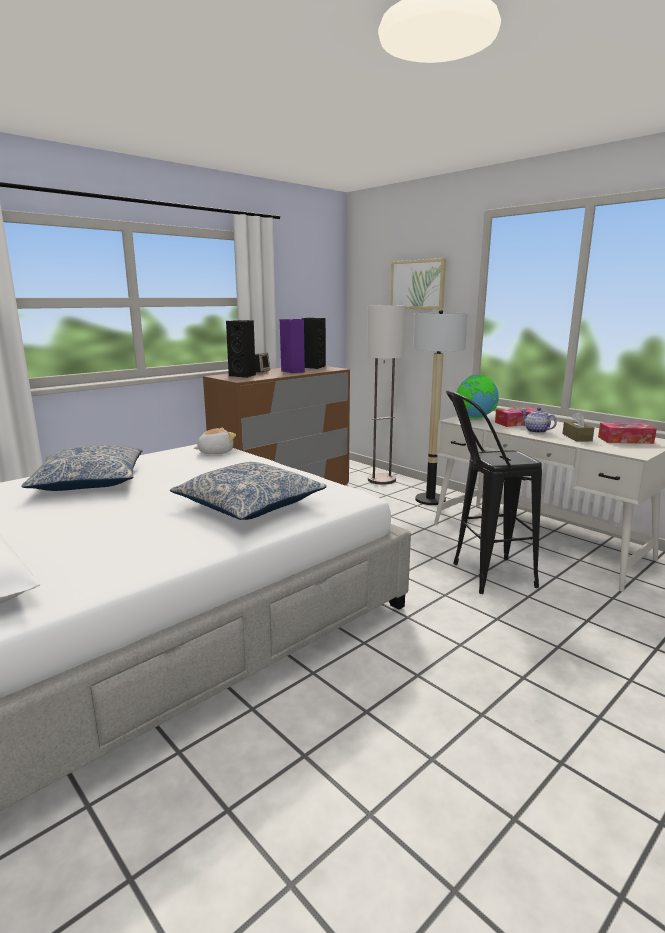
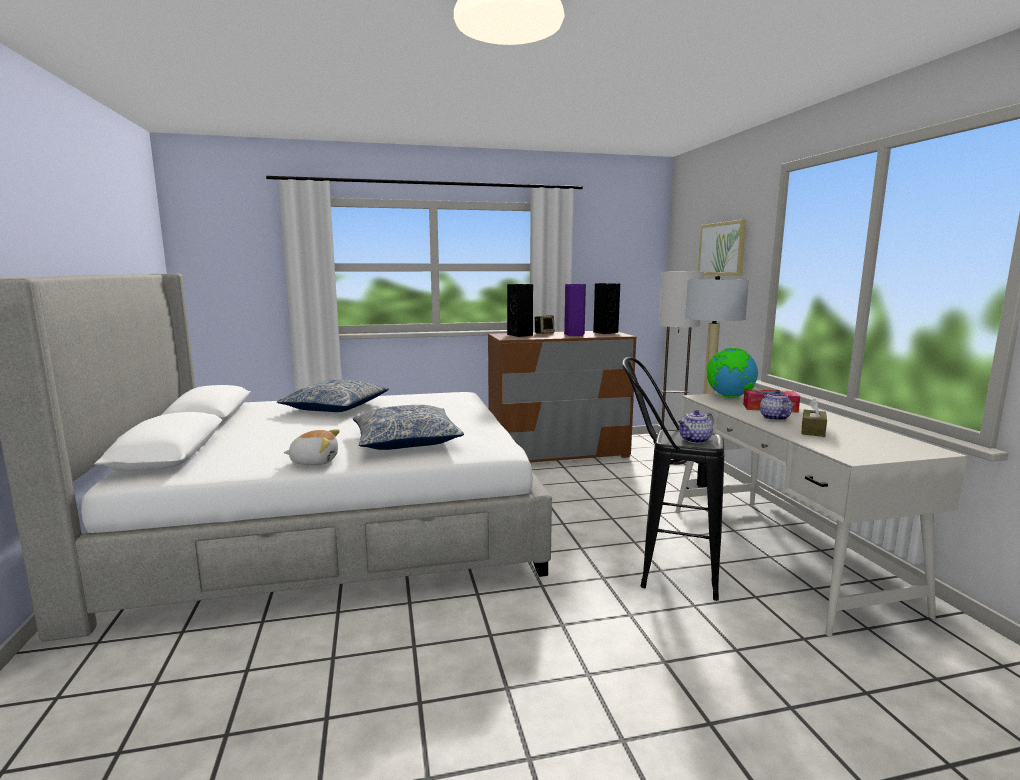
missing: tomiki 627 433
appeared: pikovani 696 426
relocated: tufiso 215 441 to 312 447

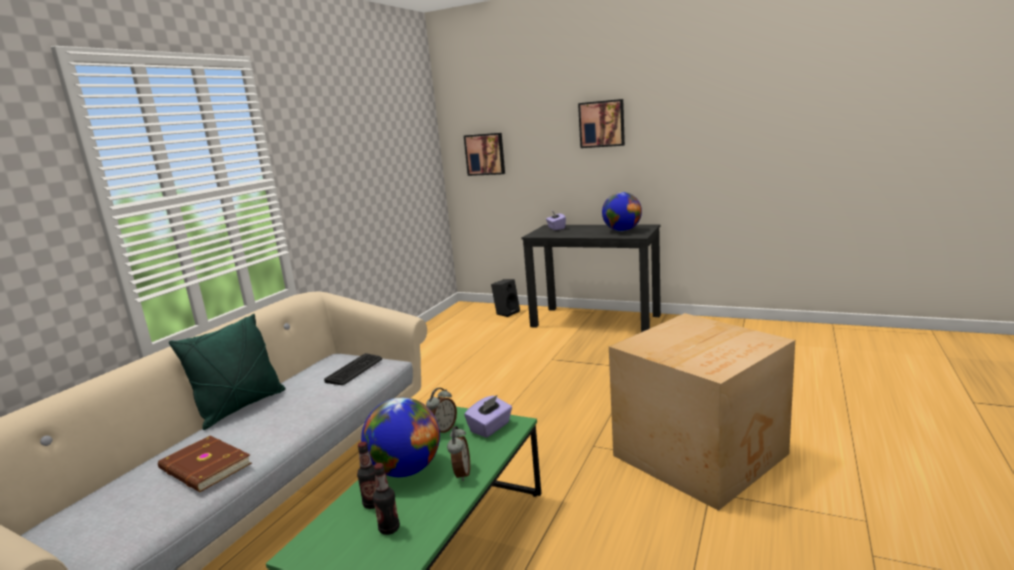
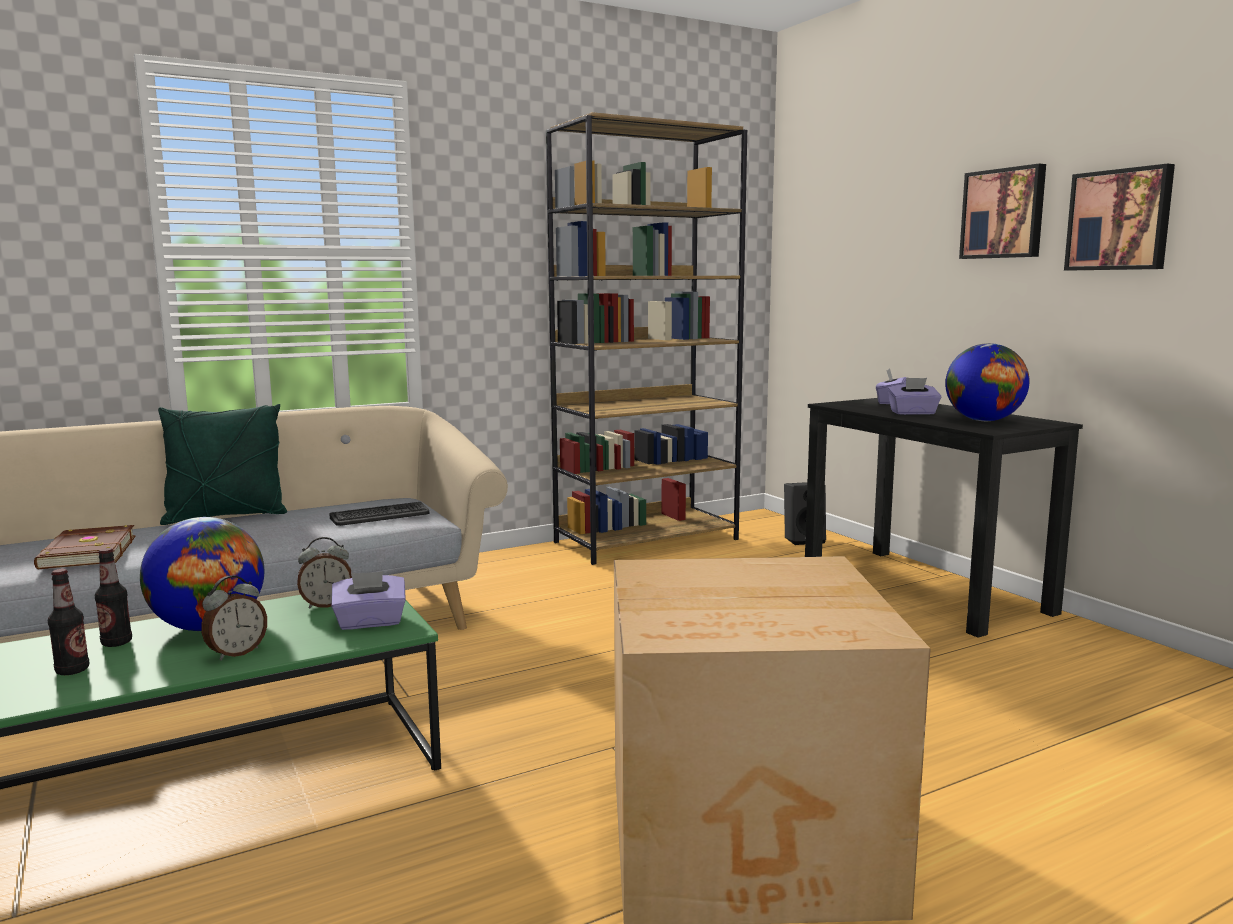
appeared: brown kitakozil 646 338; purple tomiki 914 396
relocated: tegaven 484 154 to 1119 217

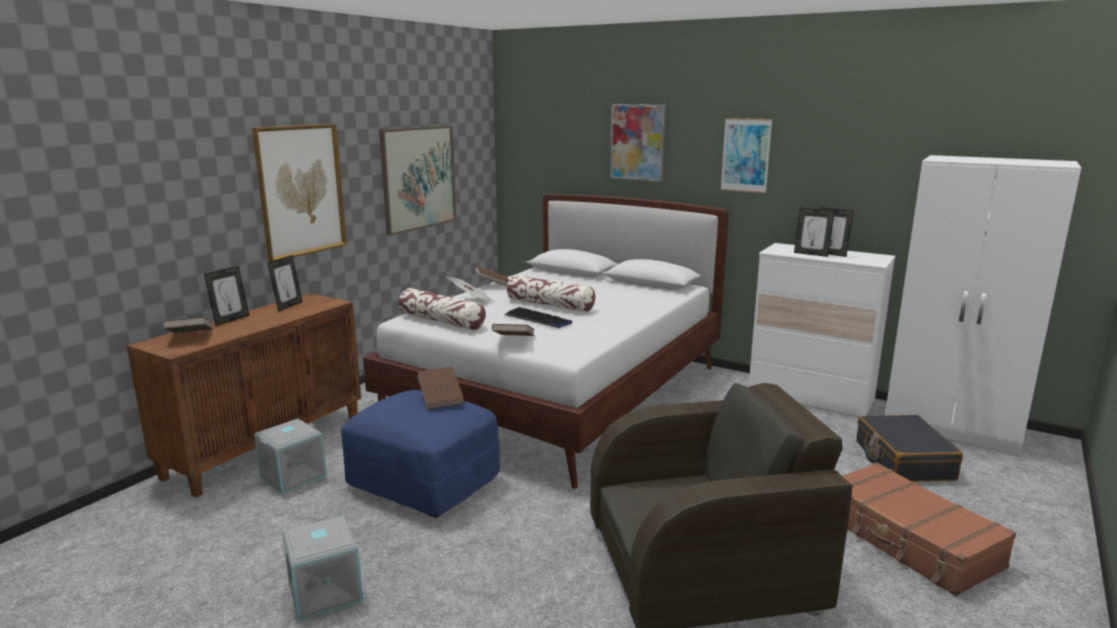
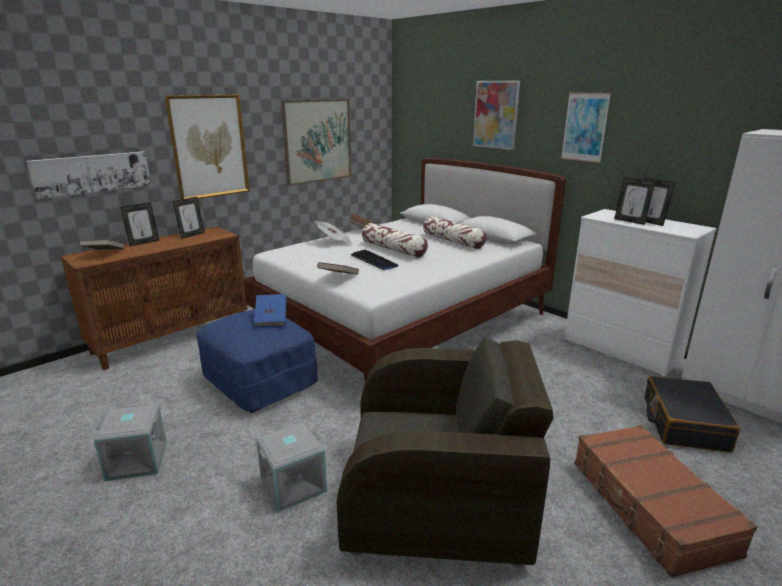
appeared: tegaven 88 175
relocated: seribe 442 309 to 455 232; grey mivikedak 290 456 to 291 467
colour: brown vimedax 441 388 to blue vimedax 270 310

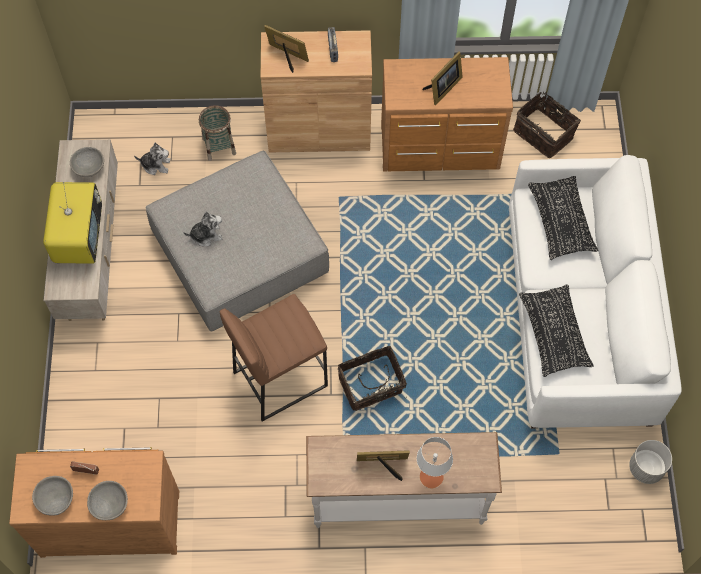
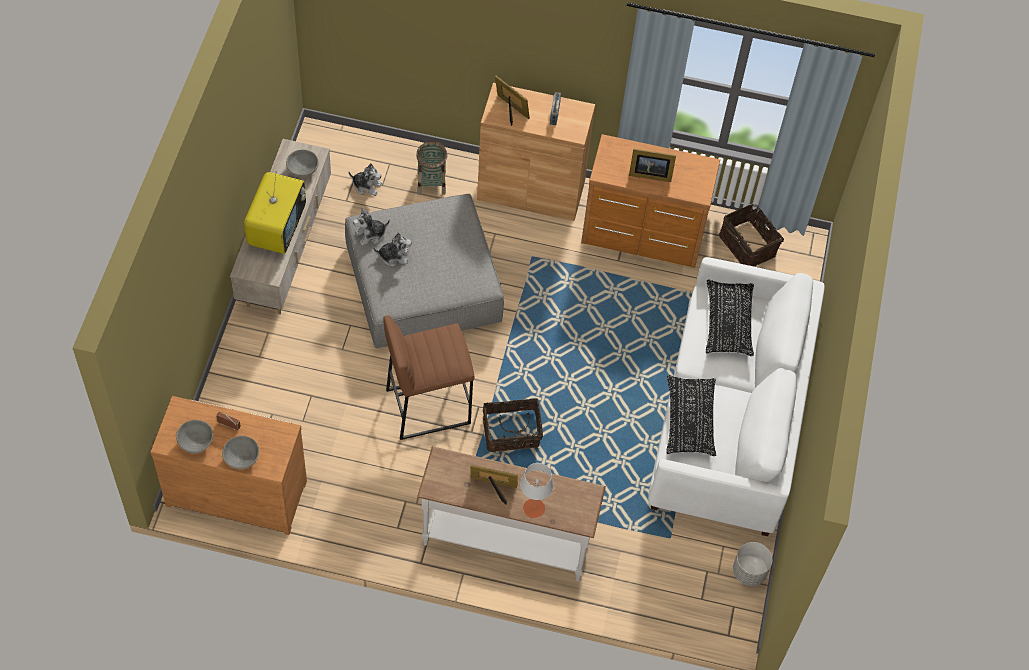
appeared: tufiso 371 226
spun: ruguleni 443 78 = 652 165 45 degrees clockwise

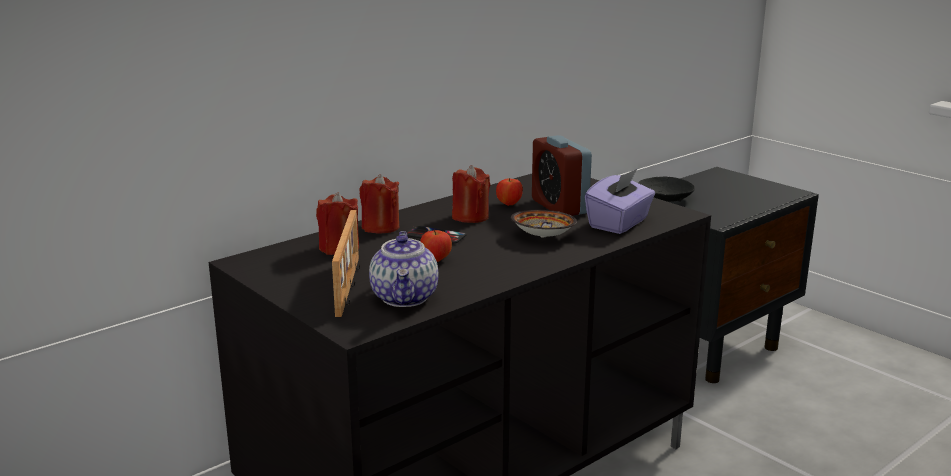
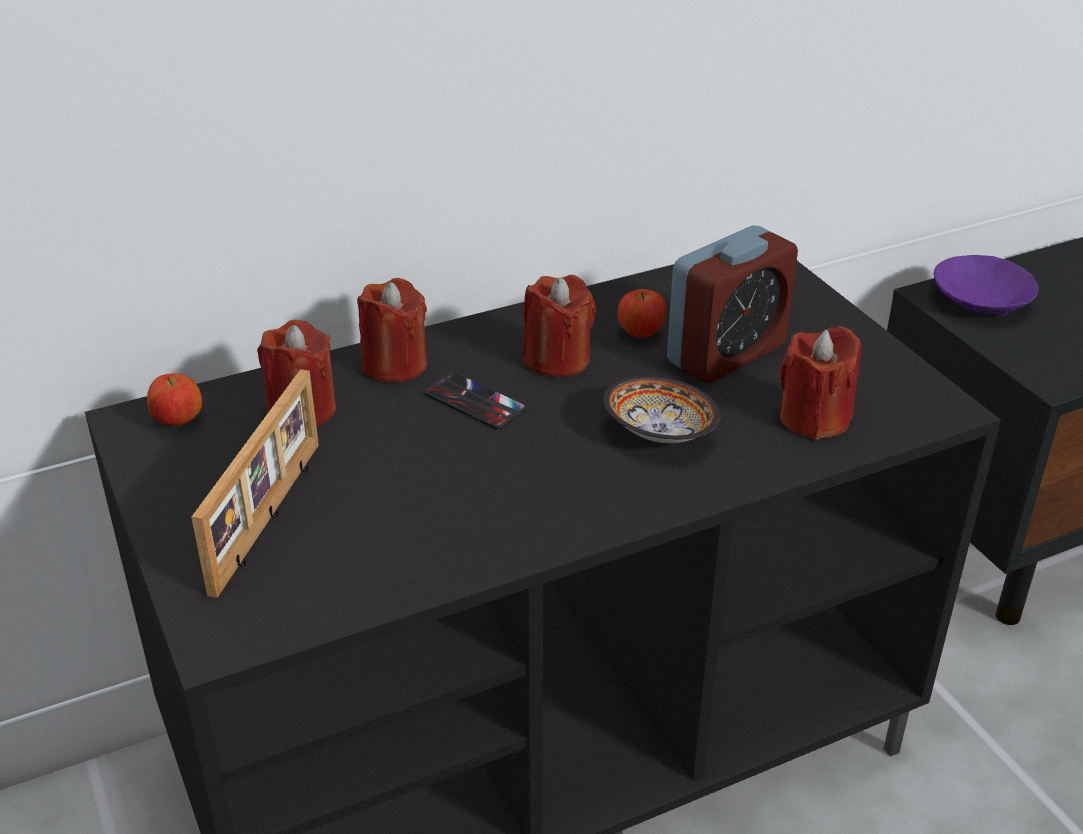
missing: pikovani 403 269
relocated: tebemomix 436 246 to 174 399
exchanged: purple tomiki 620 201 to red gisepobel 820 383
colour: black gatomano 666 189 to purple gatomano 986 285
spun: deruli 562 175 = 732 304 120 degrees counterclockwise

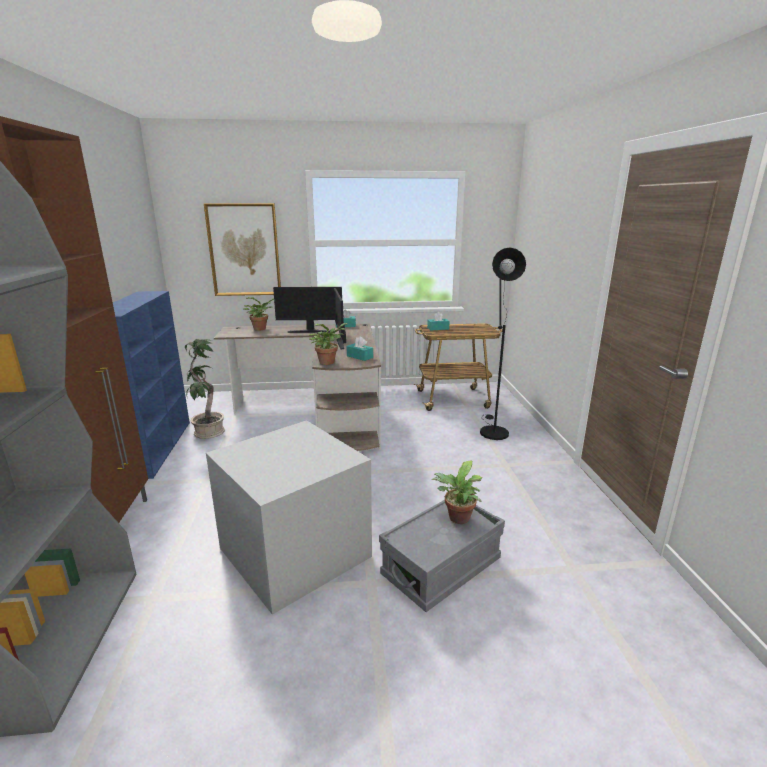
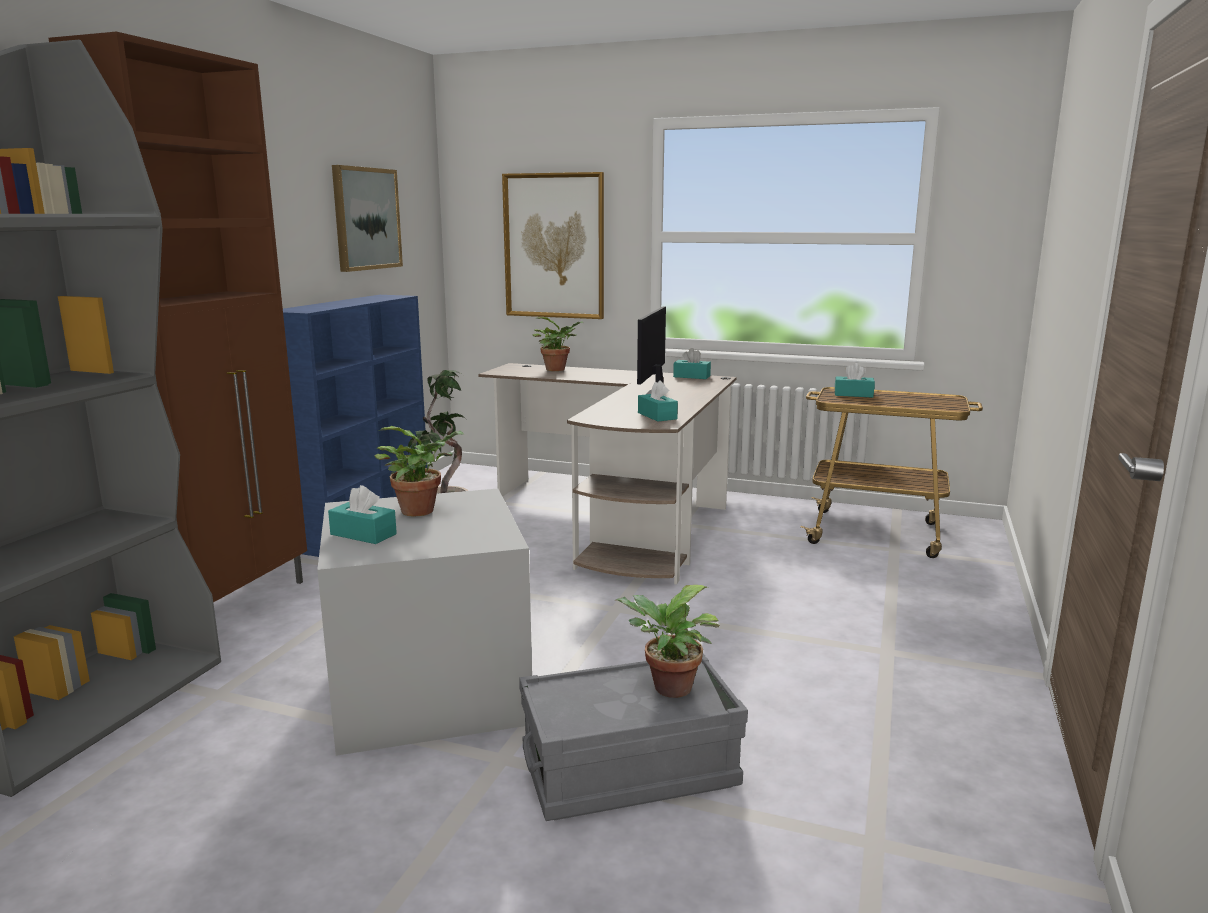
missing: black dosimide 503 343; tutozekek 307 310
appeared: tegaven 367 218; turquoise tomiki 362 514
relocated: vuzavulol 328 344 to 419 471

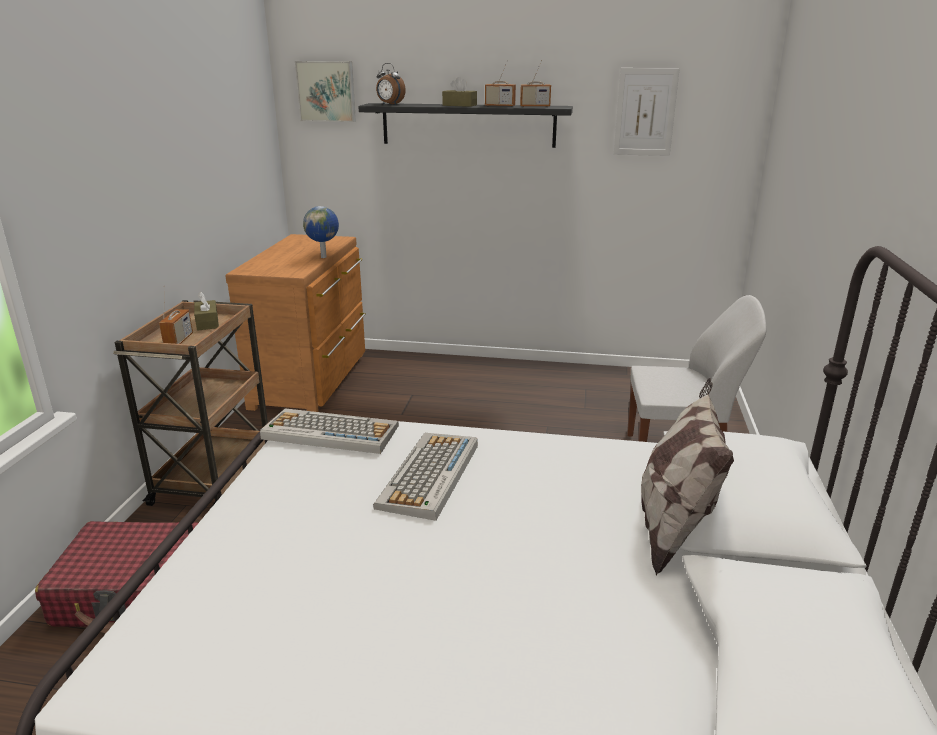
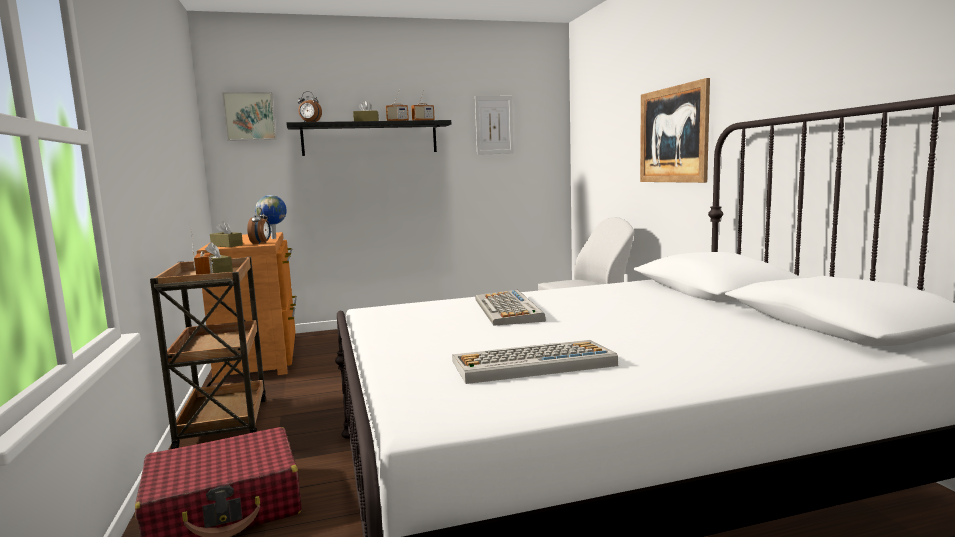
missing: seribe 687 477
appeared: tegaven 675 130; deruli 259 226; brown tomiki 226 234
relocated: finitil 329 431 to 535 362

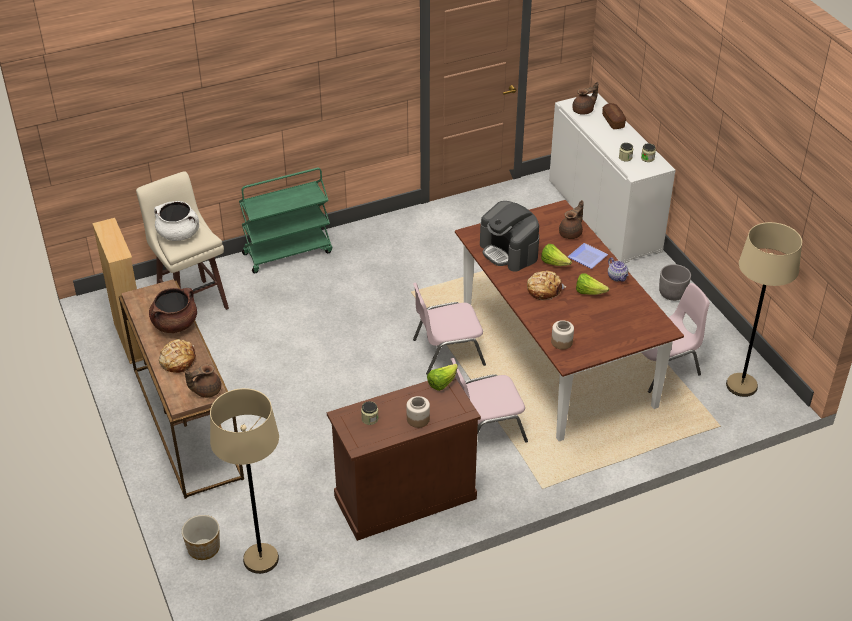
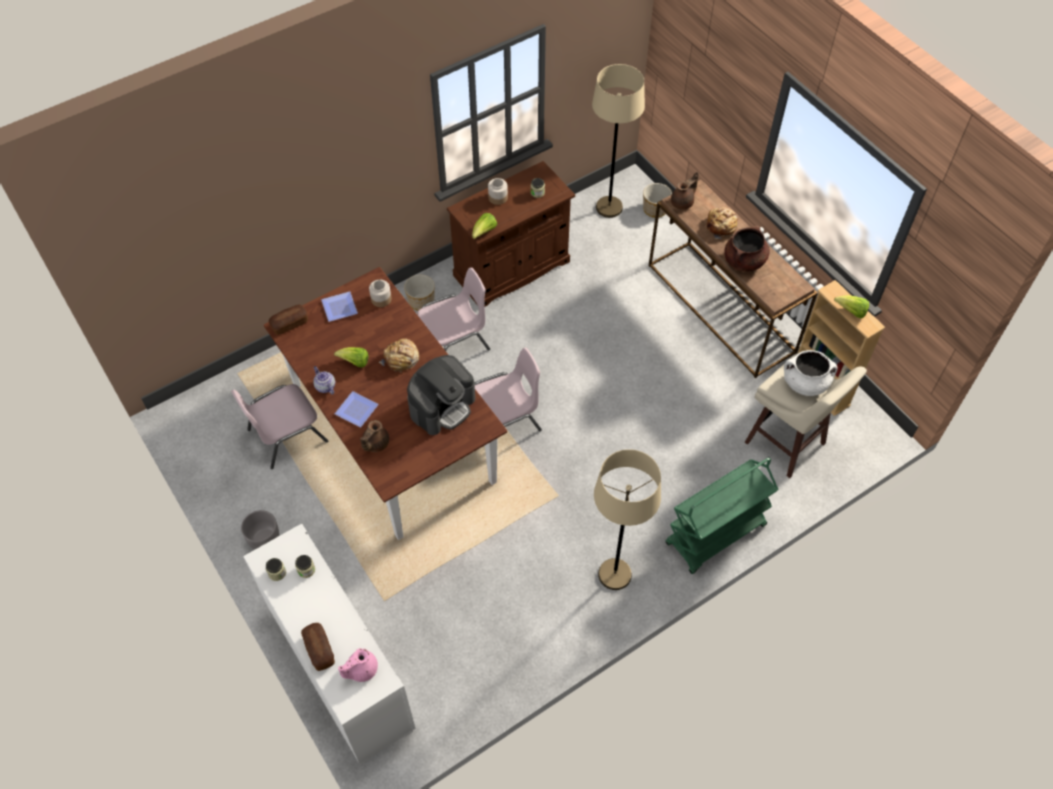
appeared: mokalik 419 293; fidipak 339 306; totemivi 288 320
relocated: beige dosimide 764 309 to 627 519; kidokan 556 255 to 851 306
colour: brown pikovani 585 98 to pink pikovani 358 665
spun: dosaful 509 236 = 441 395 90 degrees clockwise

